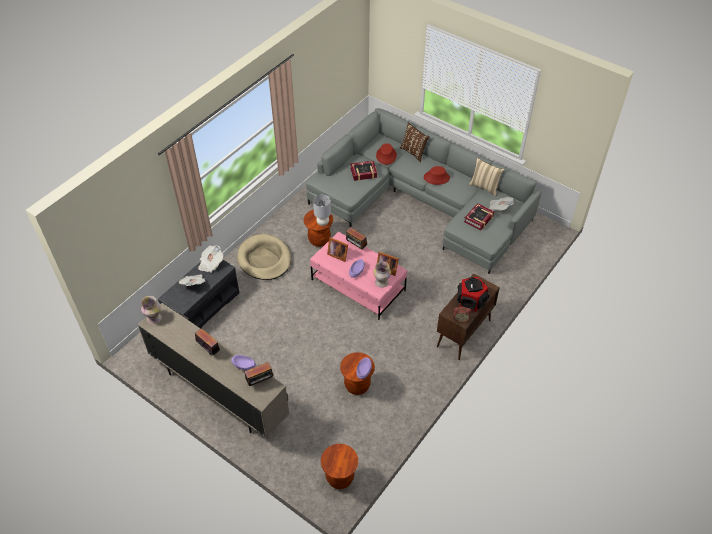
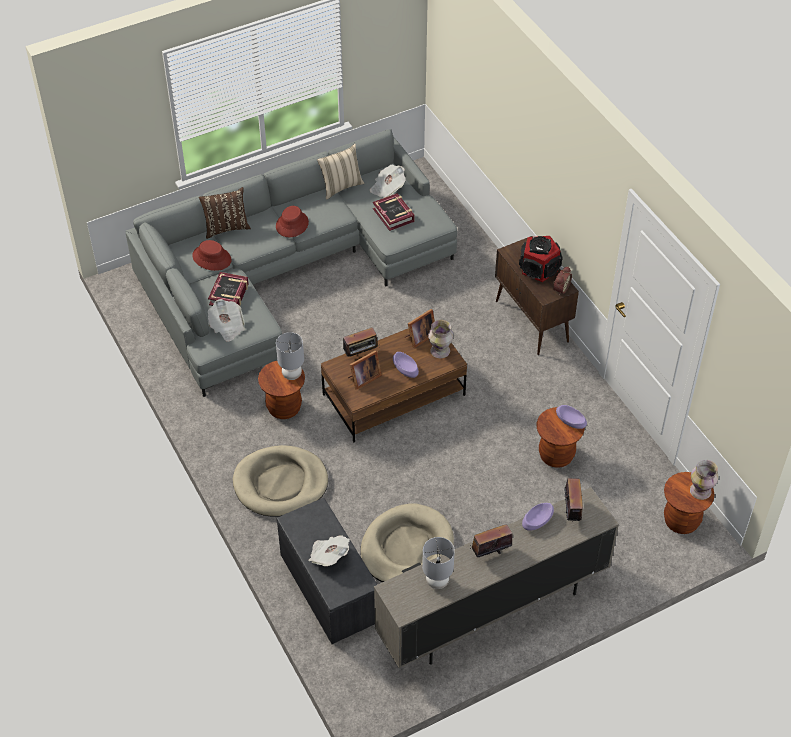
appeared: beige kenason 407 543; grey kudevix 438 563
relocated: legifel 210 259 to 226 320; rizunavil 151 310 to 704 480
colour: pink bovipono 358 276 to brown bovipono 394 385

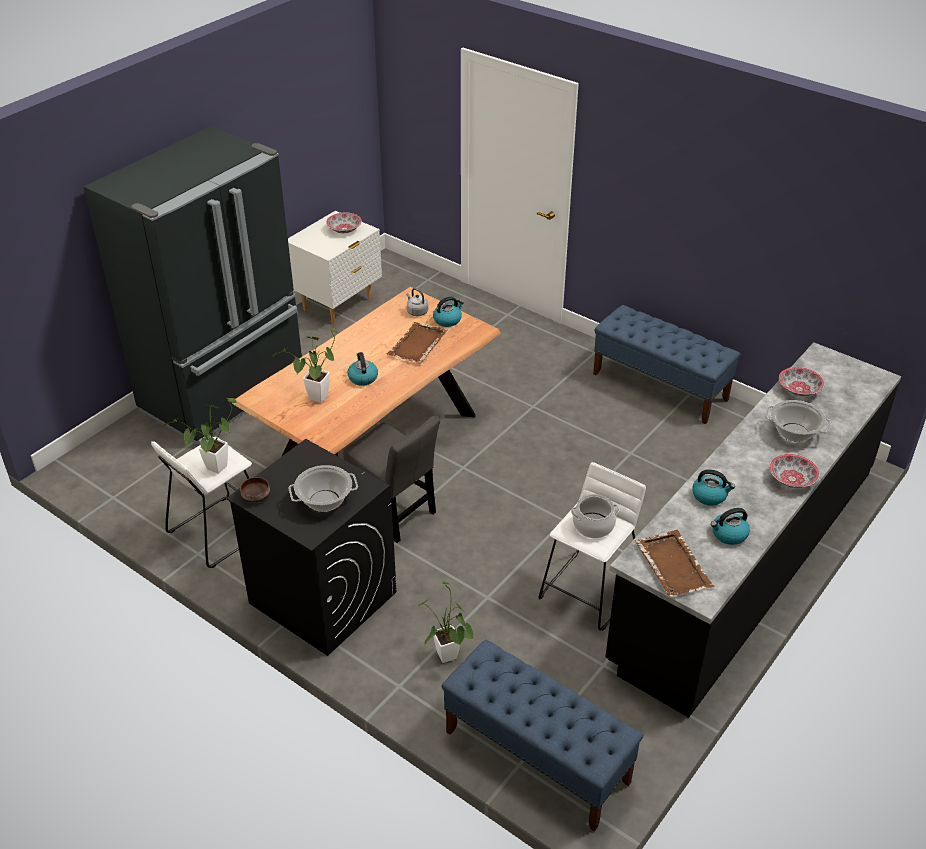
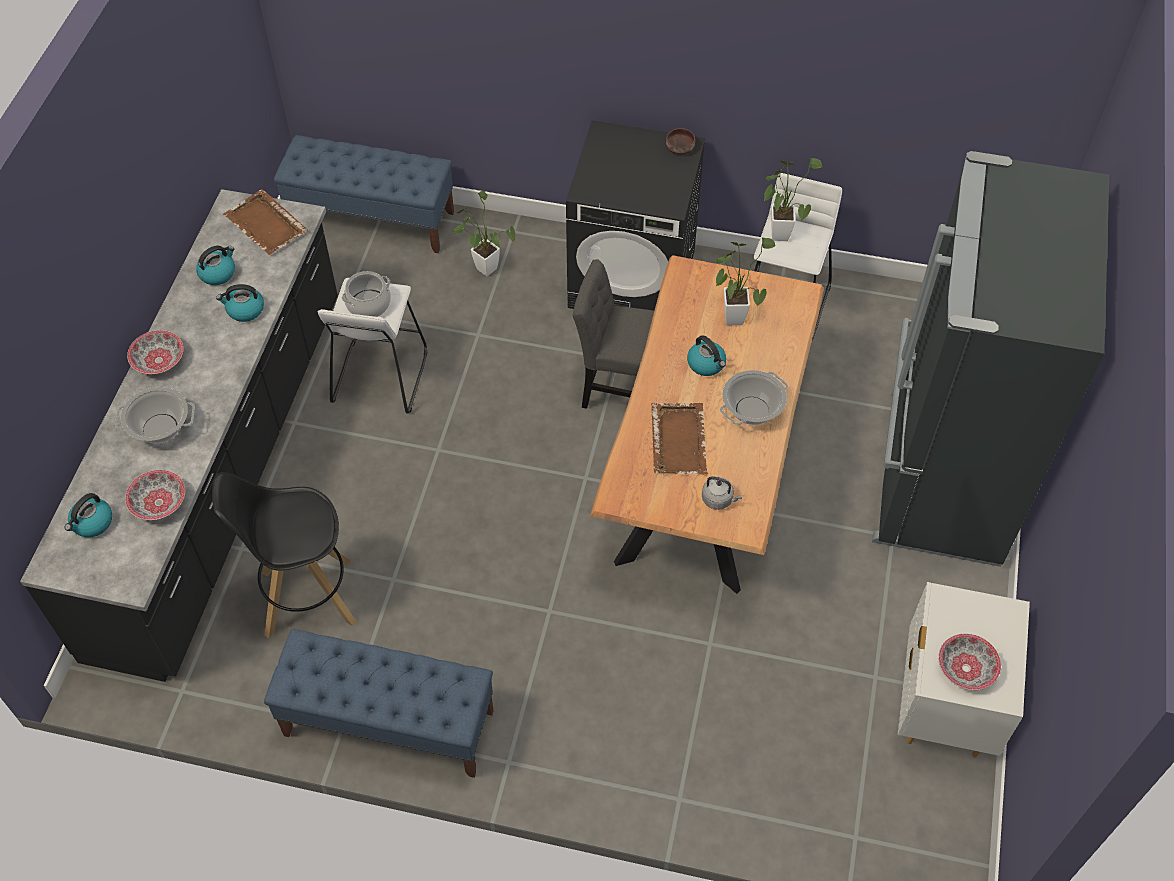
appeared: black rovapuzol 284 555
relocated: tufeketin 448 311 to 88 515; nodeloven 323 488 to 754 397

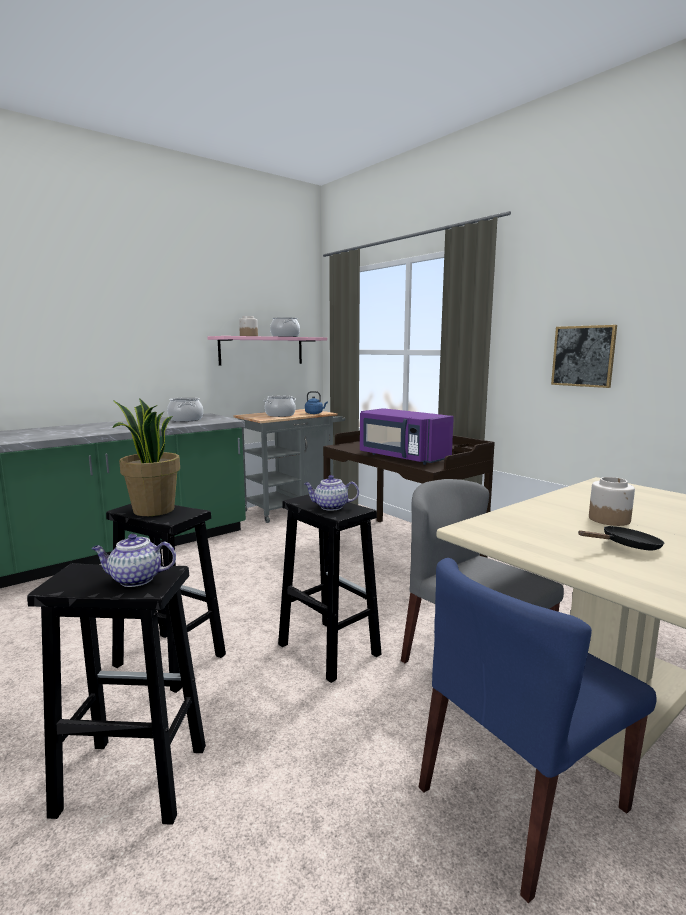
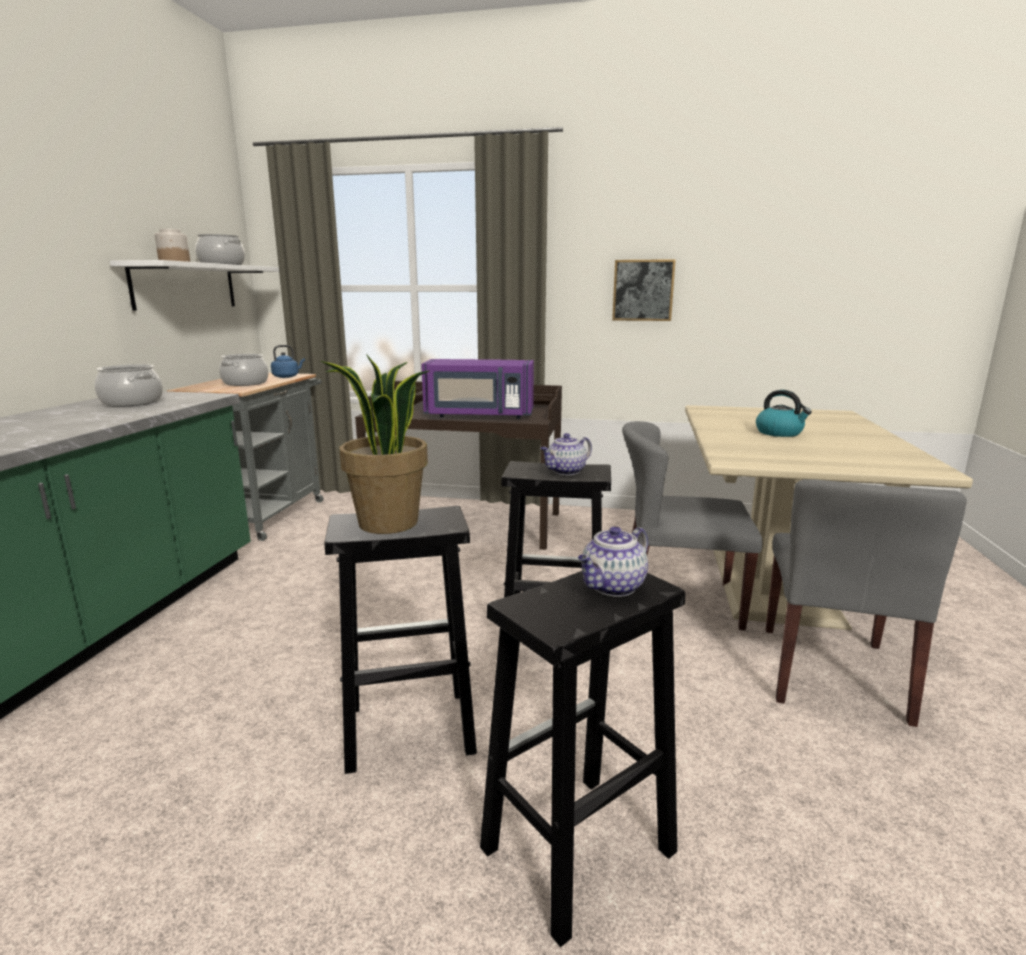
missing: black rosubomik 621 538
exchanged: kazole 612 501 to tufeketin 784 413
colour: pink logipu 267 351 to white logipu 194 285; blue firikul 538 730 to grey firikul 866 603

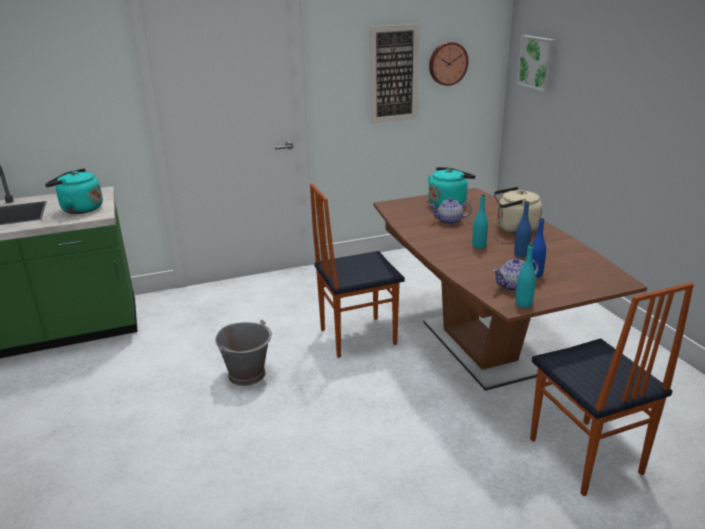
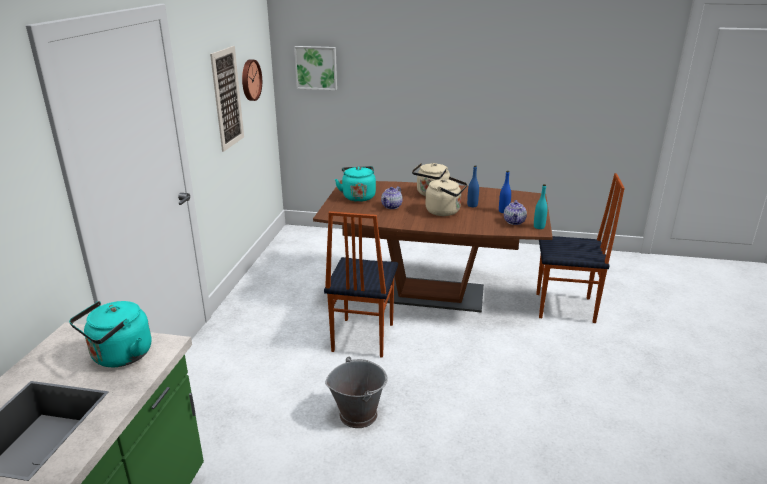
exchanged: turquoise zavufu 480 221 to beige tufeketin 446 196

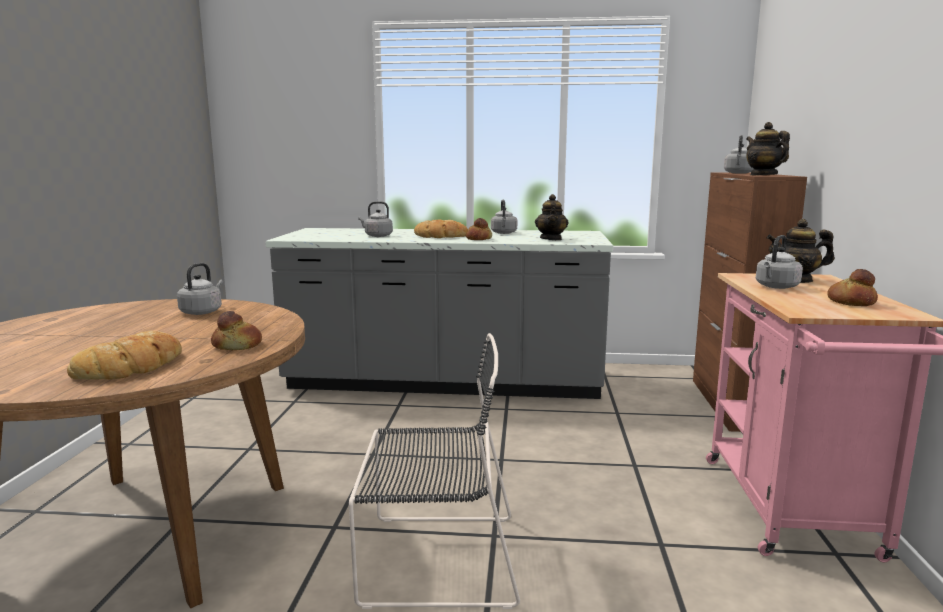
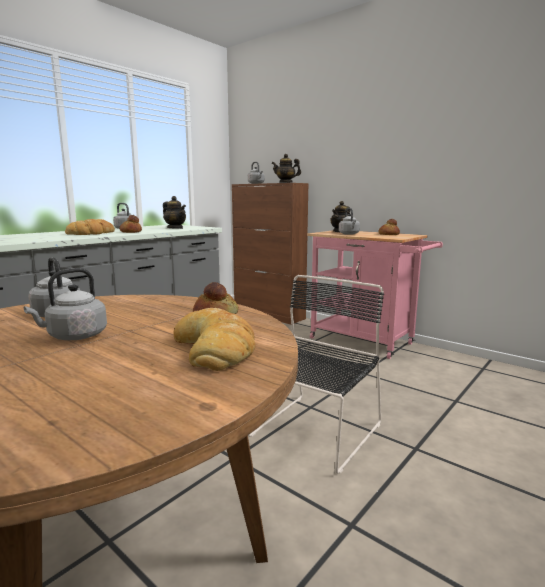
relocated: grey tufeketin 375 219 to 65 304

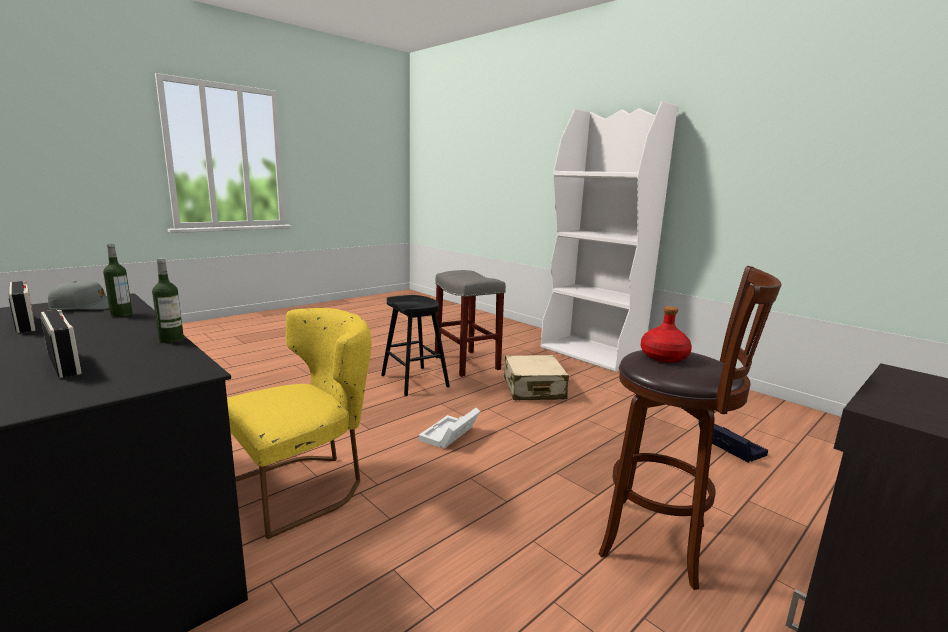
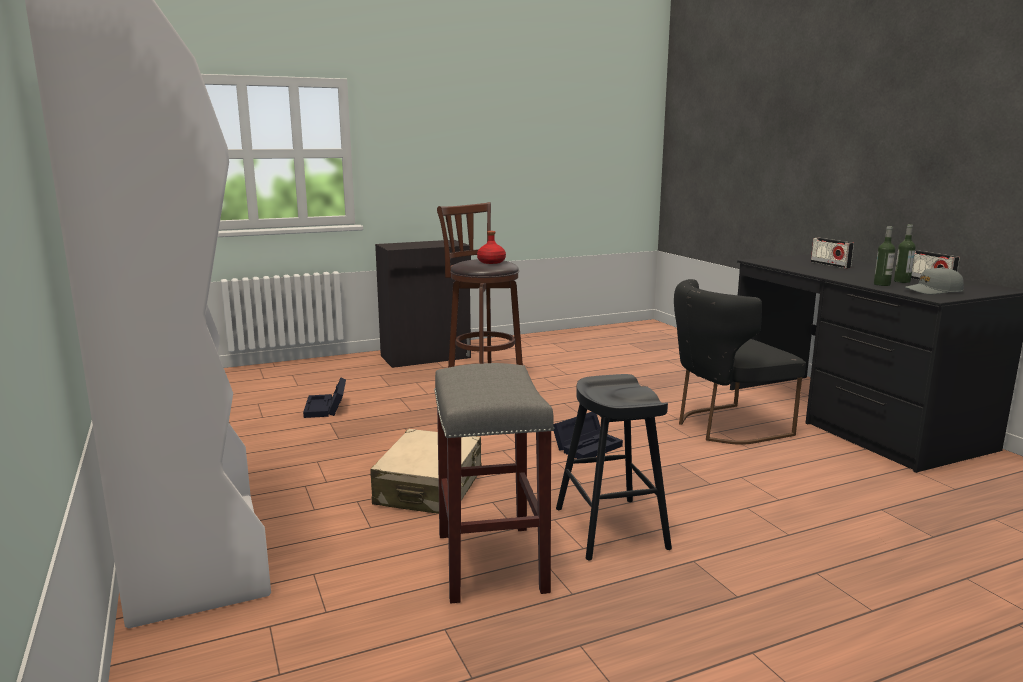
relocated: zavufu 168 300 to 905 253
colour: yellow firikul 299 423 to black firikul 740 362; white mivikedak 449 428 to black mivikedak 588 435

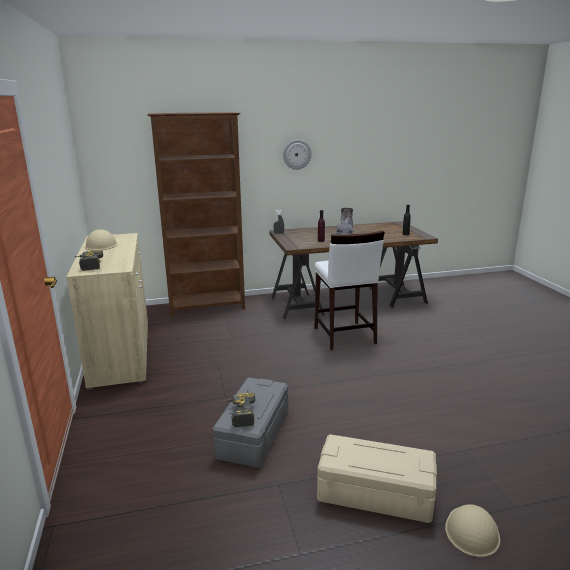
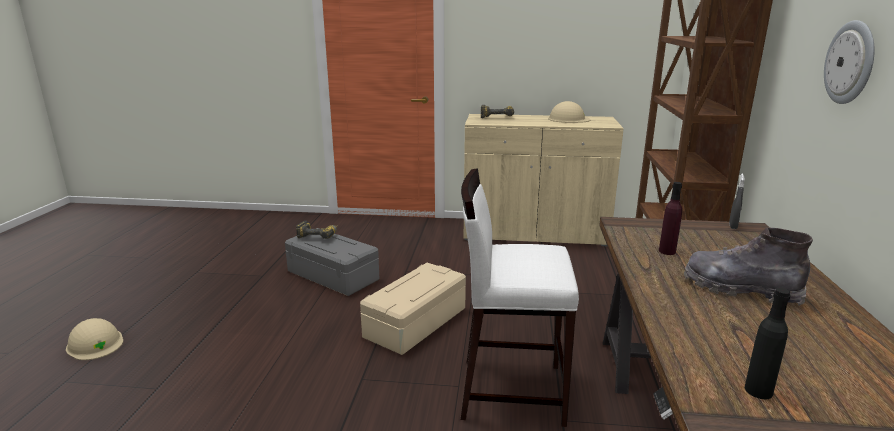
relocated: beige mivikedak 377 478 to 413 309

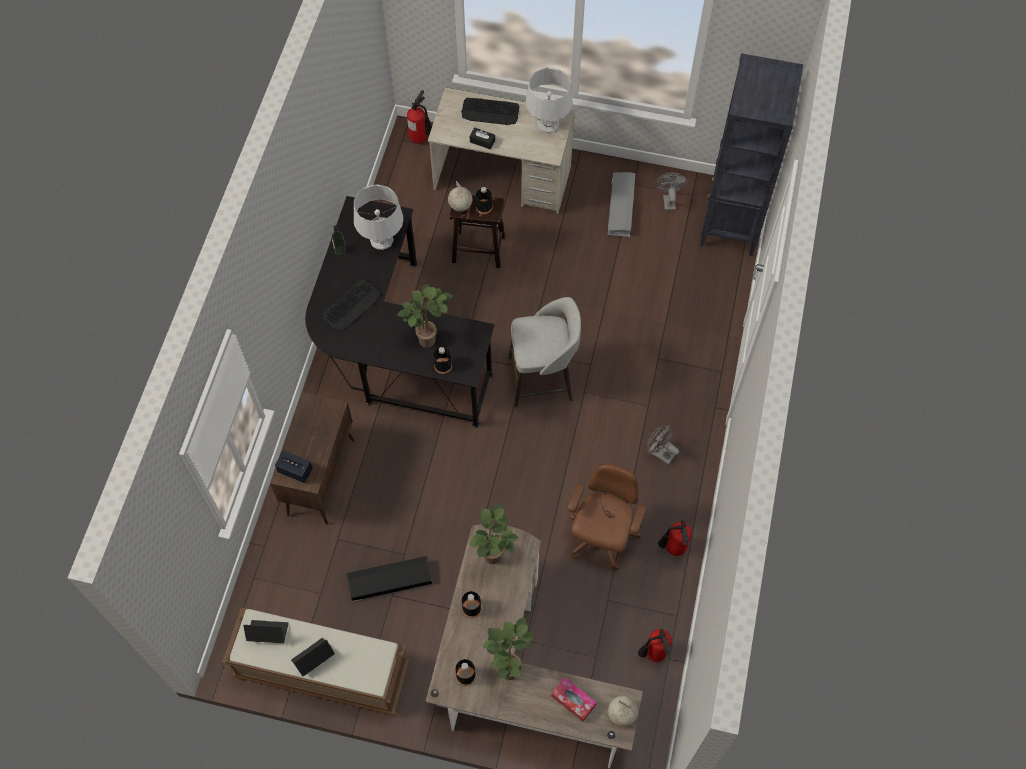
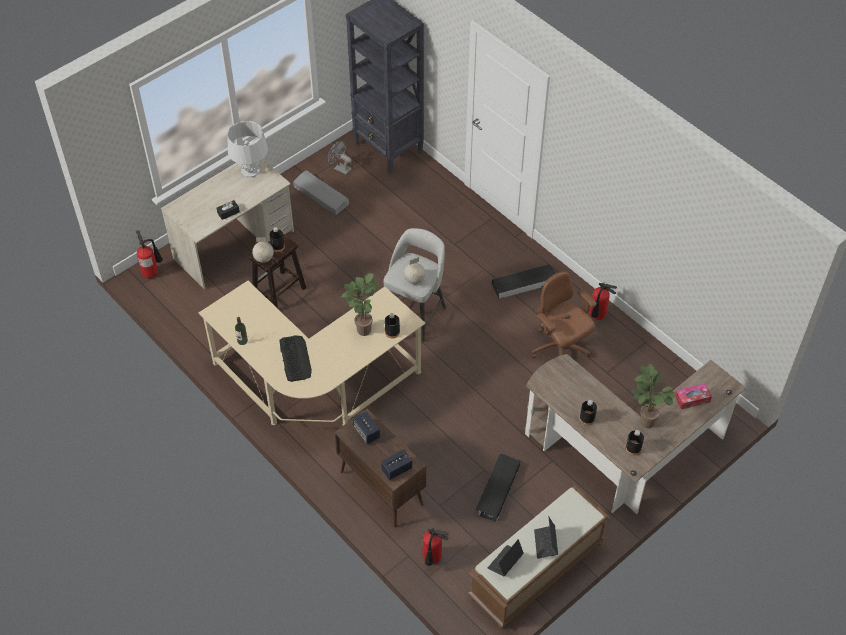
missing: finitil 490 111; grey kudevix 378 217; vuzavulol 494 534
appeared: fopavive 366 427
relocated: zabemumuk 655 645 to 436 547; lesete 623 711 to 414 270
exchanged: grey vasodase 663 445 to black mivikedak 524 281
colour: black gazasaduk 400 312 to beige gazasaduk 312 353

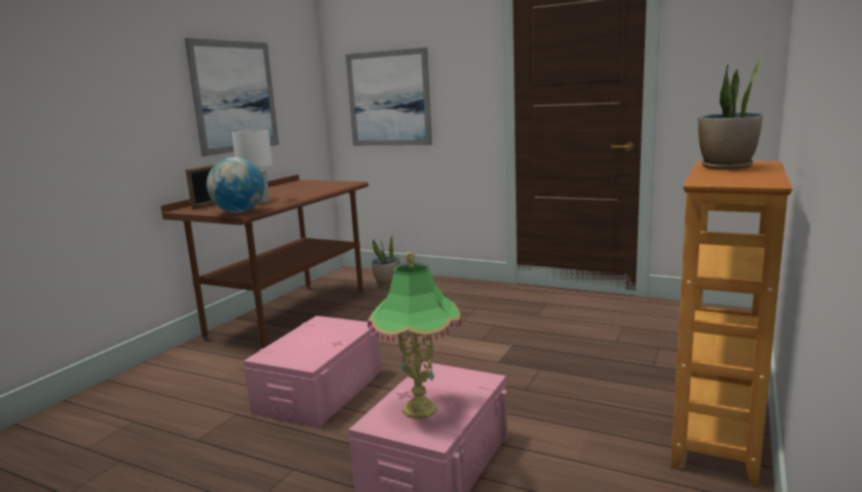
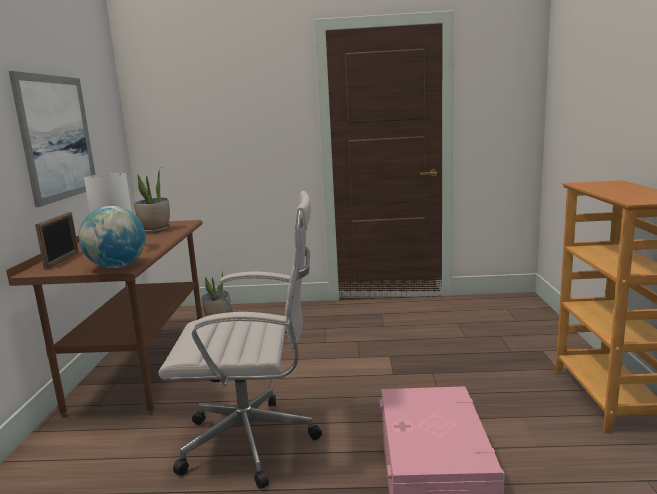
missing: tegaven 389 96; kudevix 414 335
relocated: vuzavulol 732 112 to 152 200
exchanged: pink mivikedak 312 372 to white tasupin 240 340

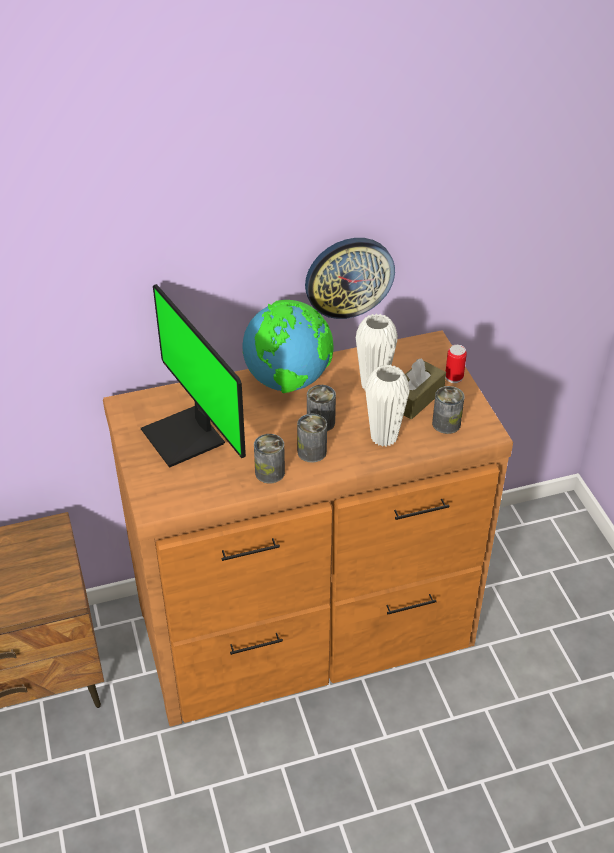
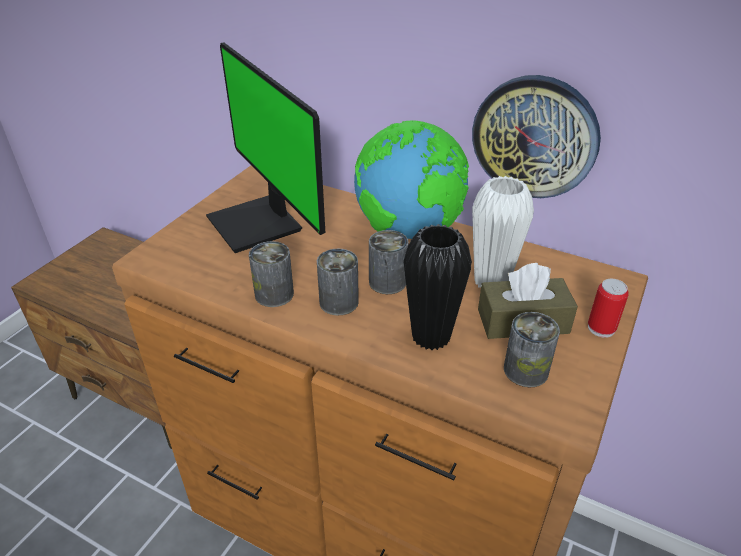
colour: white rizunavil 387 405 to black rizunavil 437 287
spun: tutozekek 193 376 = 265 147 45 degrees counterclockwise

